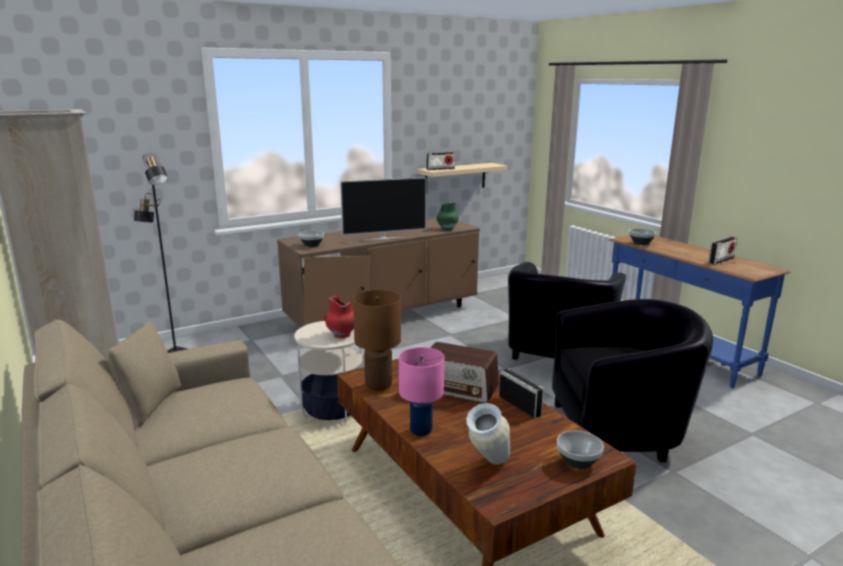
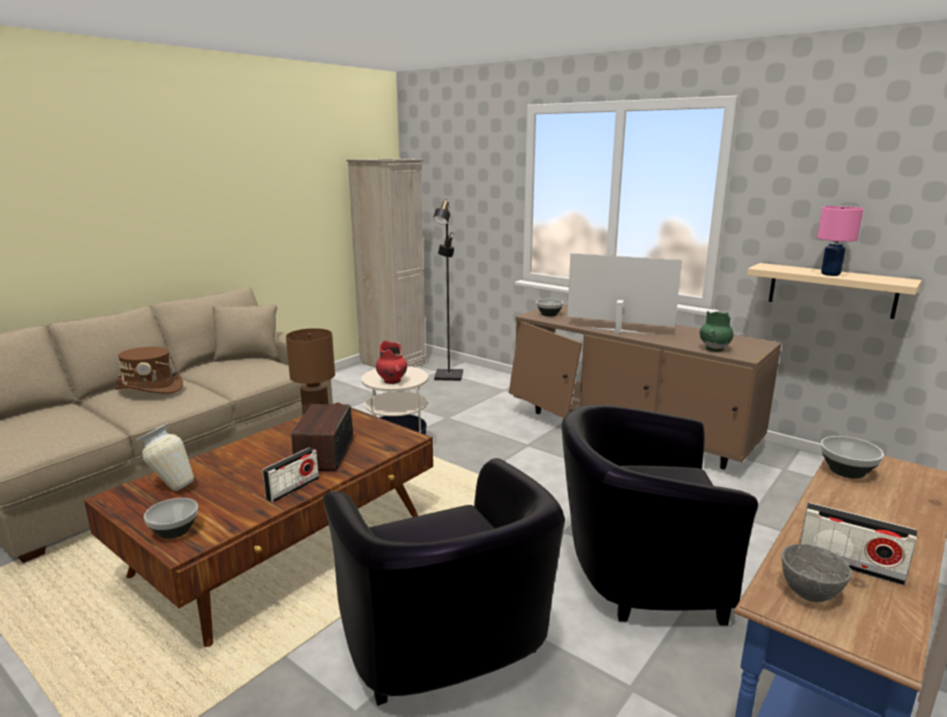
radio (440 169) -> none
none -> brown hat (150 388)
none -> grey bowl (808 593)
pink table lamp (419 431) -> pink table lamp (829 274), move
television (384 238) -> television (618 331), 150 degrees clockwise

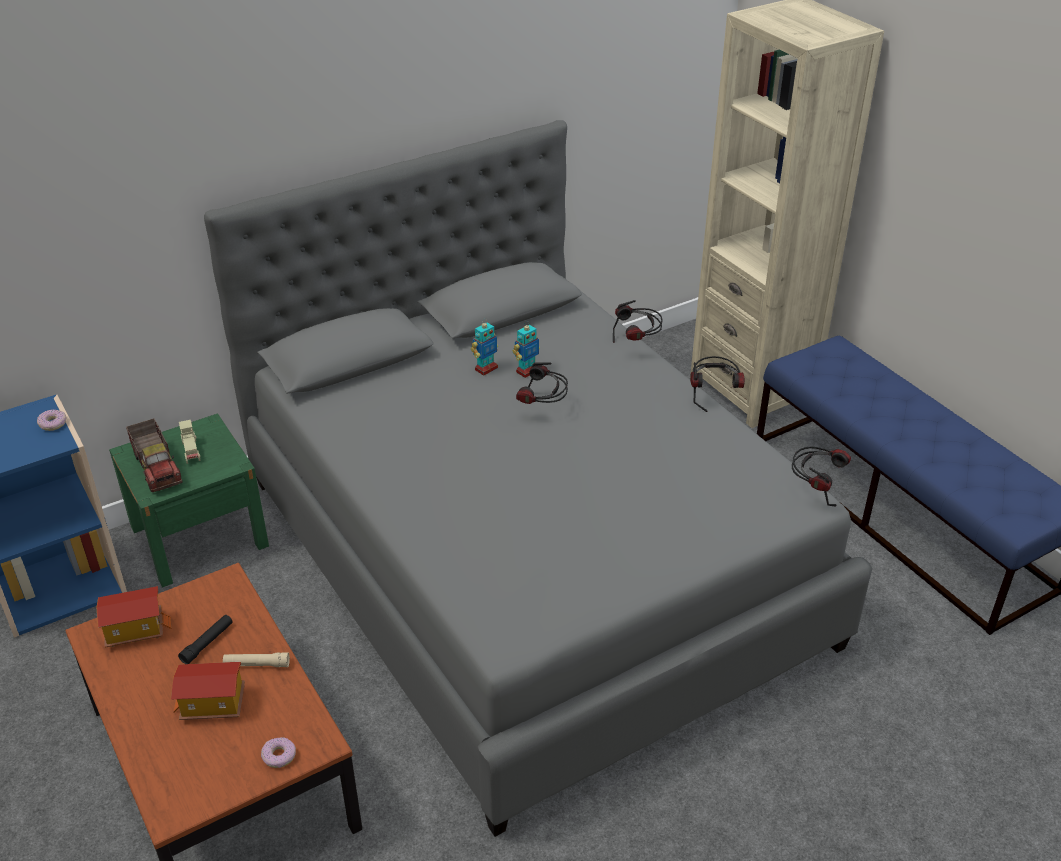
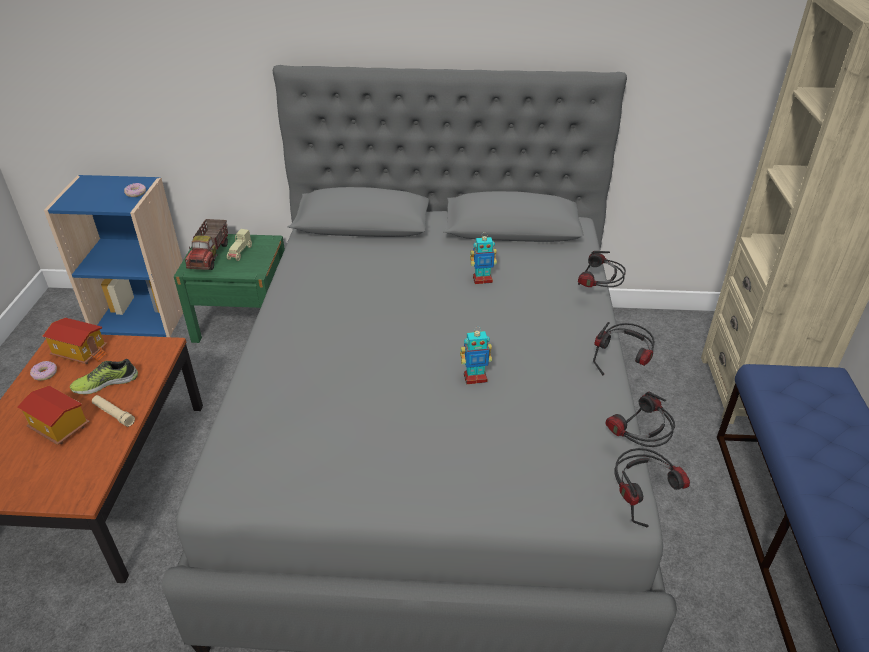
donut (279 756) -> donut (45 374), move
toy robot (486 369) -> toy robot (475 378), move
headphones (542 409) -> headphones (637 445), move
black flashlight (207 643) -> shoe (106 383)

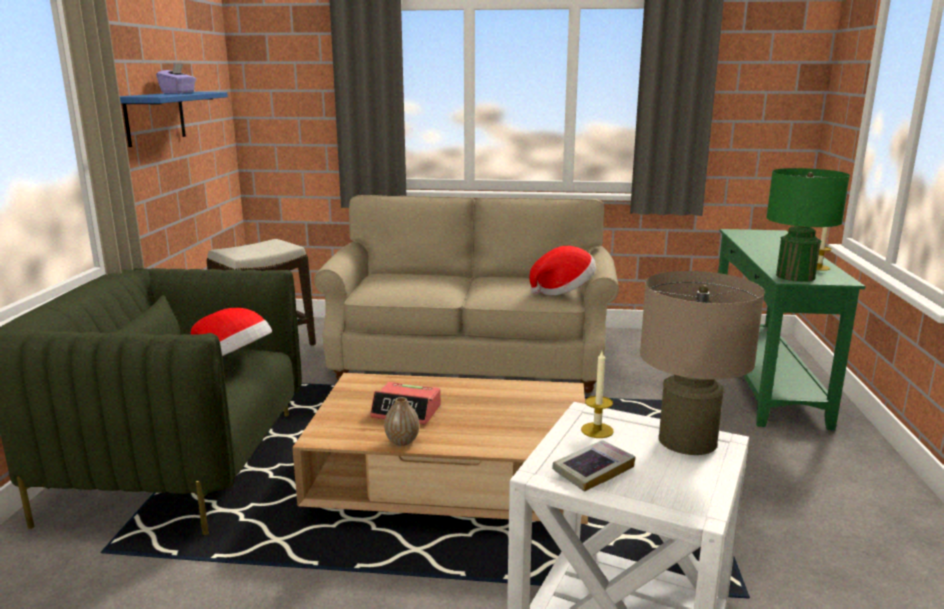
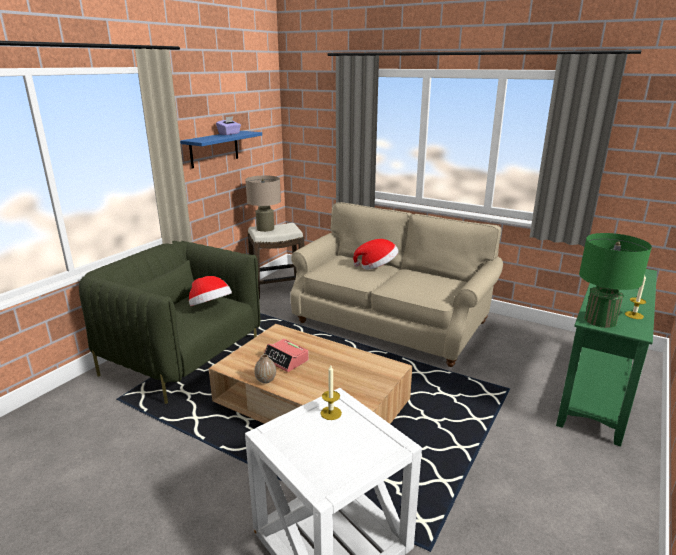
book (593 470) -> none
hat (563 290) -> hat (377 267), move
beige table lamp (688 440) -> beige table lamp (265 228), move

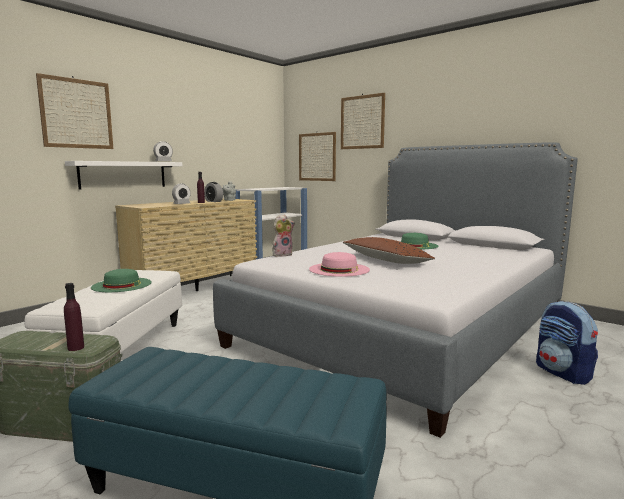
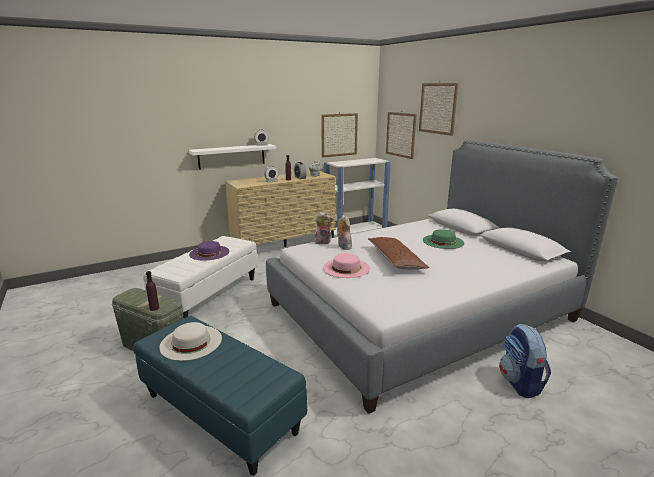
none -> white hat (191 342)
none -> plush toy (343 247)
picture (76 112) -> picture (339 134), move
green hat (122 285) -> purple hat (209 252)

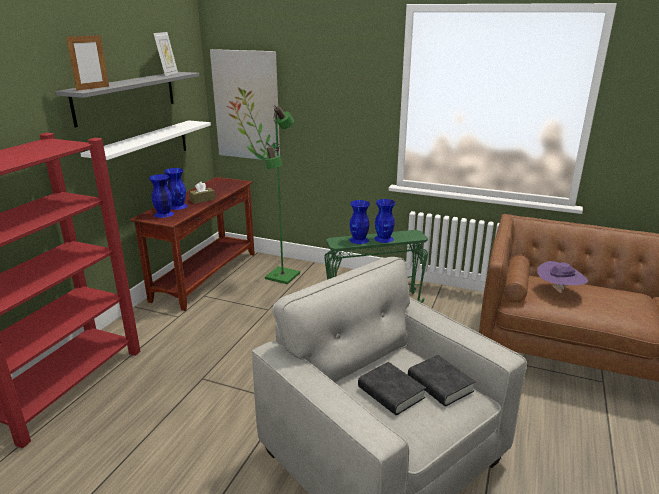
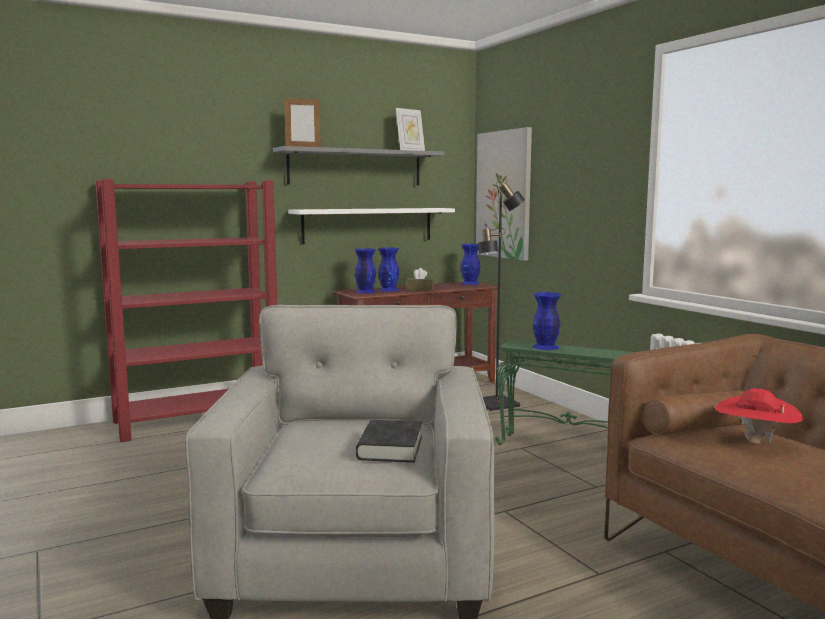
black book (391 392) -> none
blue vase (384 239) -> blue vase (470 283), move
green floor lamp (282 276) -> black floor lamp (496 404)
purple hat (558 291) -> red hat (755 442)

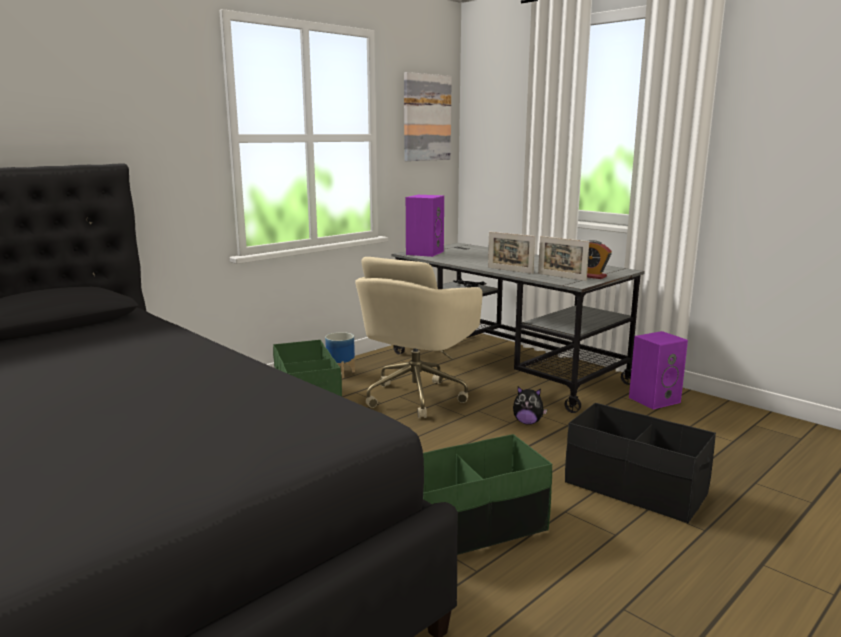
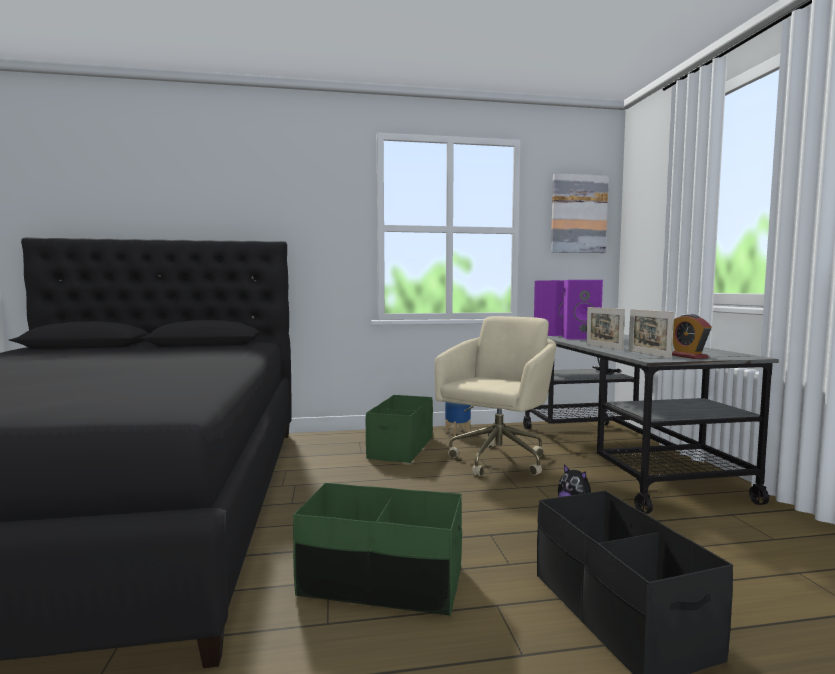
purple speaker (654 399) -> purple speaker (581 338), move
beige office chair (418 396) -> beige office chair (496 462), 150 degrees clockwise

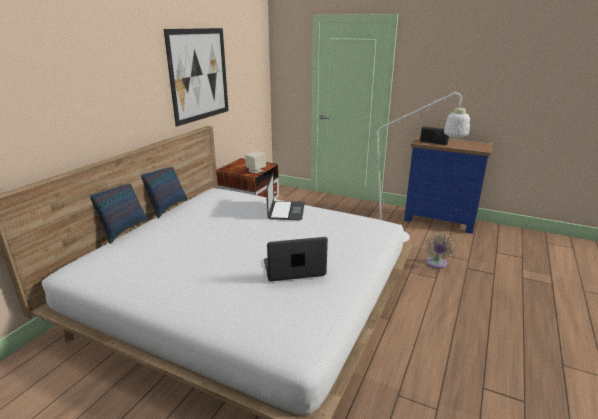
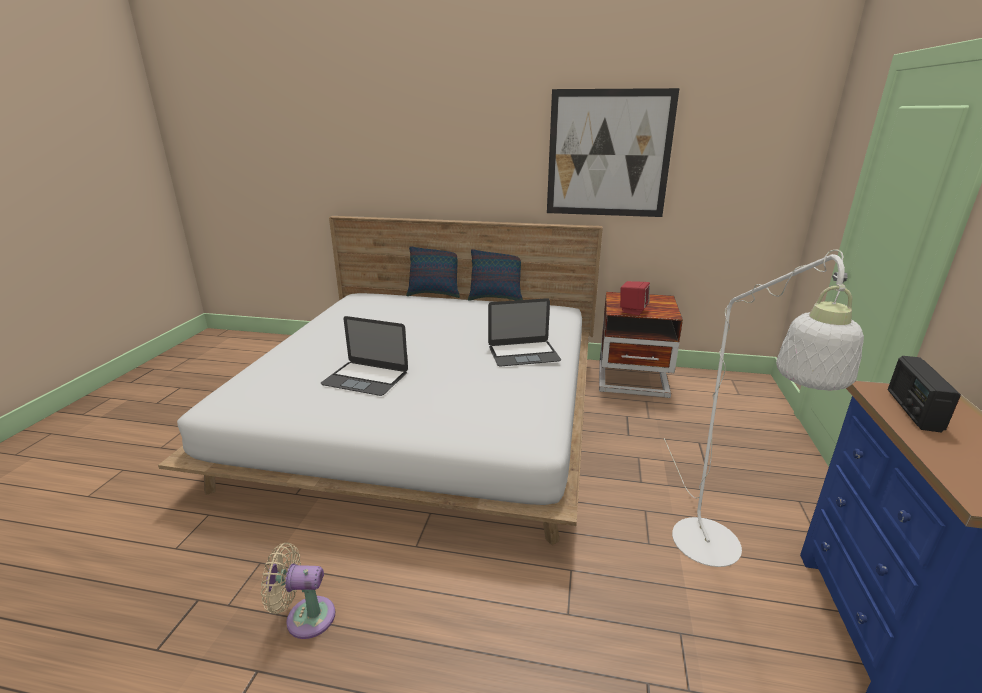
beige fan (436 264) -> beige fan (305 617), move
beige speaker (255 170) -> red speaker (632 311)
laptop (294 268) -> laptop (365 378), 135 degrees clockwise

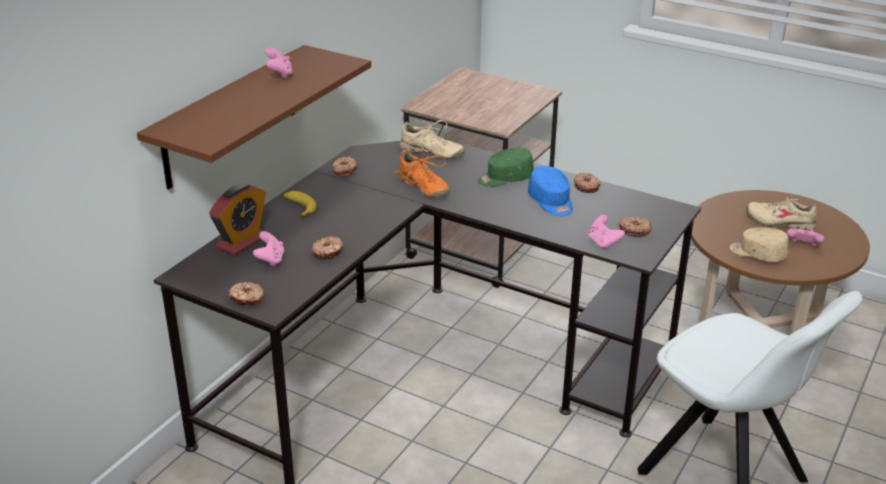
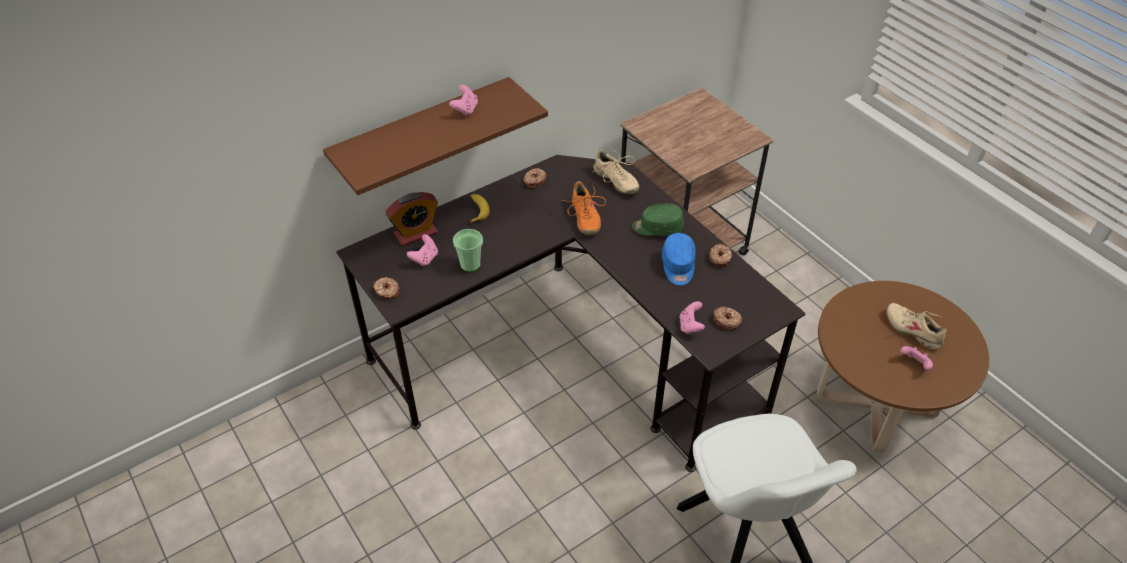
beige cap (757 254) -> none
donut (328 252) -> cup (470 264)

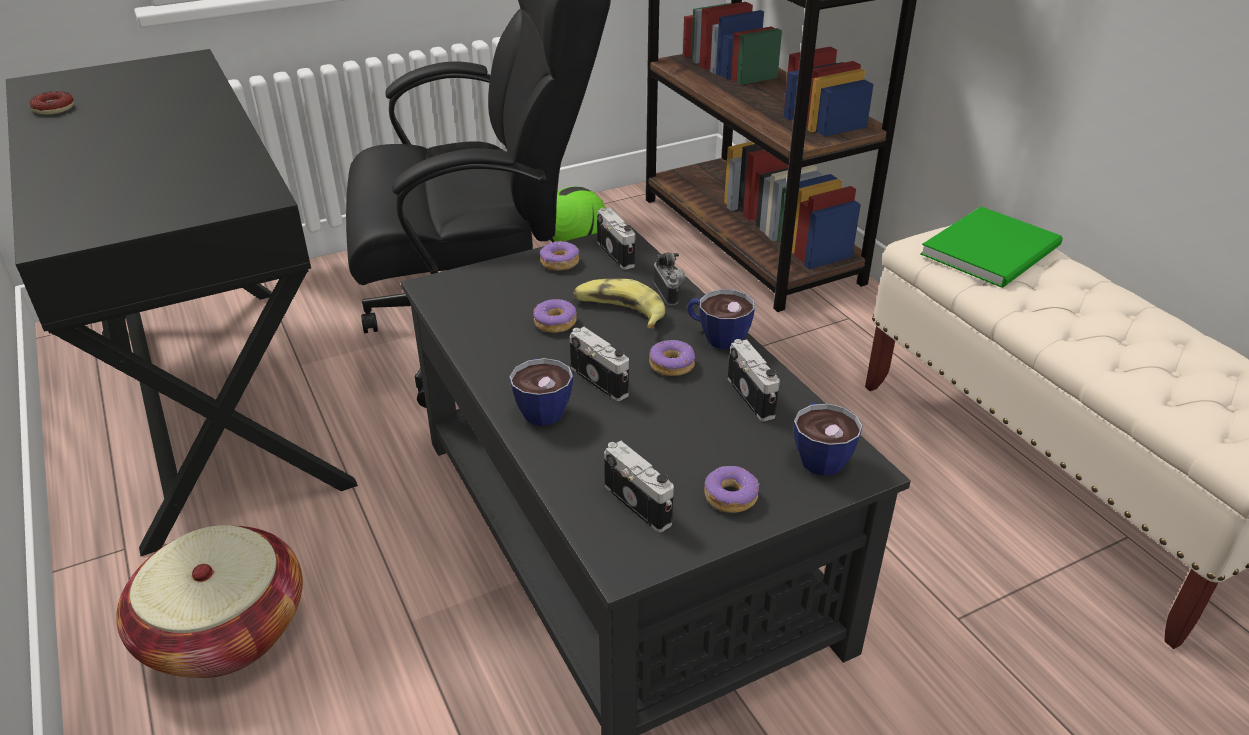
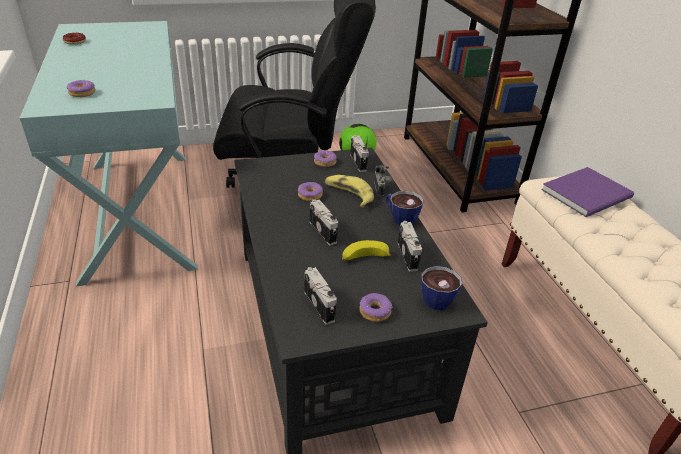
basket (225 630) -> none
cup (541 407) -> none
none -> banana (364 258)
donut (672 365) -> donut (82 93), move
black desk (214 402) -> turquoise desk (138 211)
green book (995 250) -> purple book (589 194)

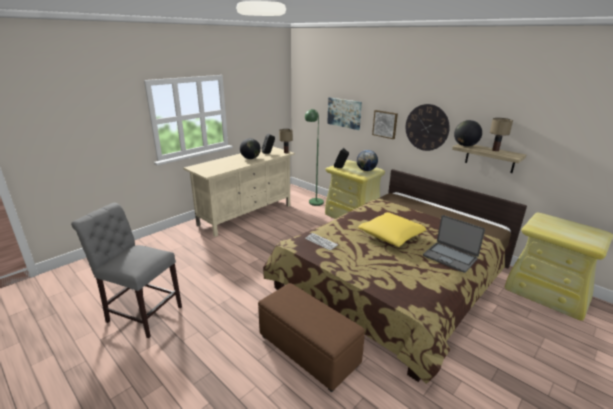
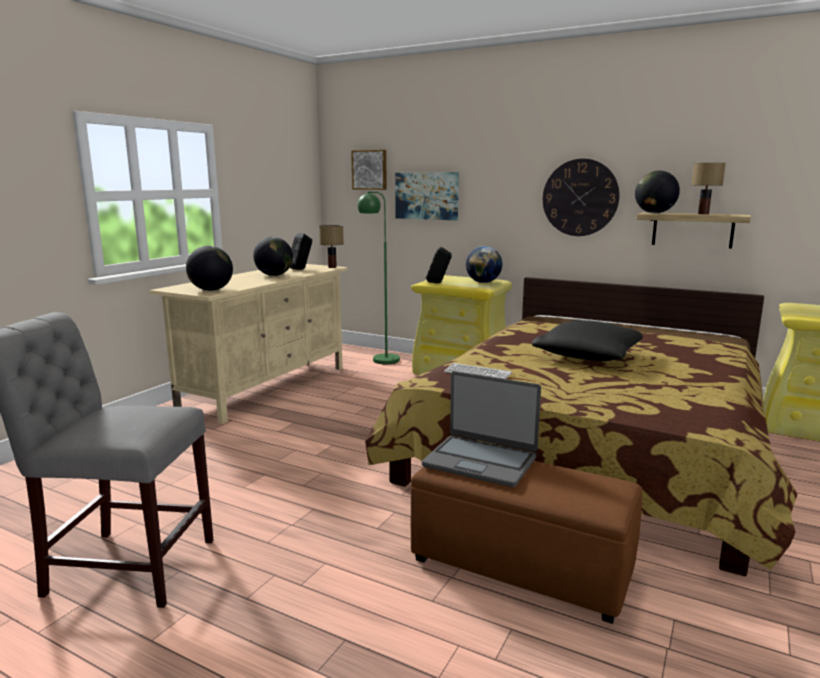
none -> globe (211 290)
picture (385 124) -> picture (370 170), move
laptop (450 257) -> laptop (480 461), move
yellow pillow (391 236) -> black pillow (587 356)

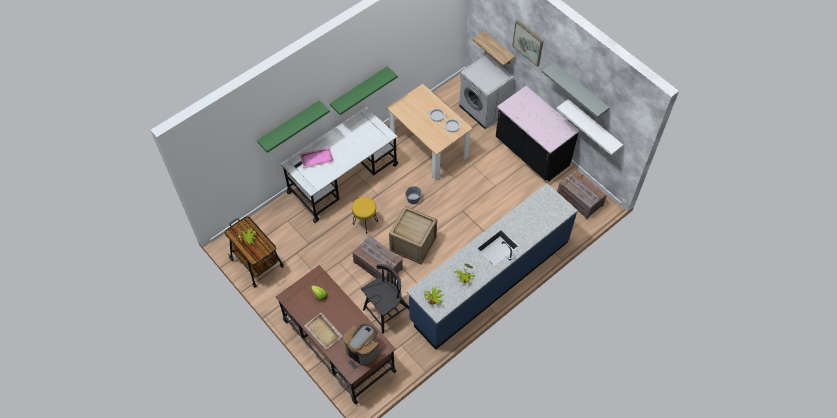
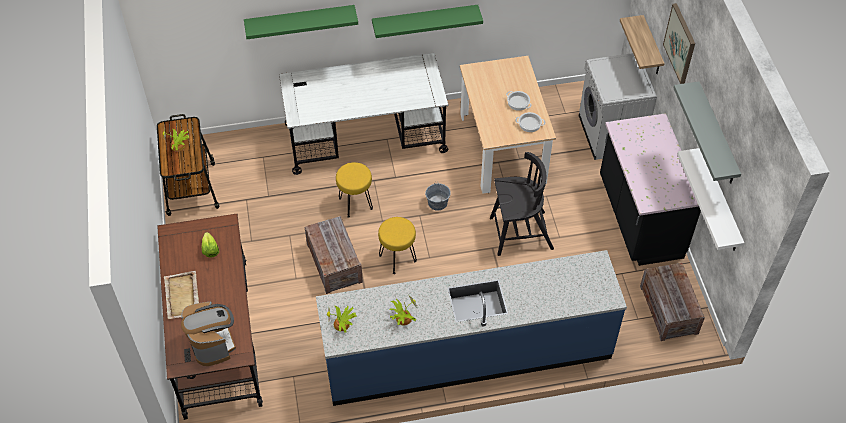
pink tray (316 158) -> none
black chair (387 311) -> black chair (519 233), move
crate (413 244) -> yellow stool (398 258)

